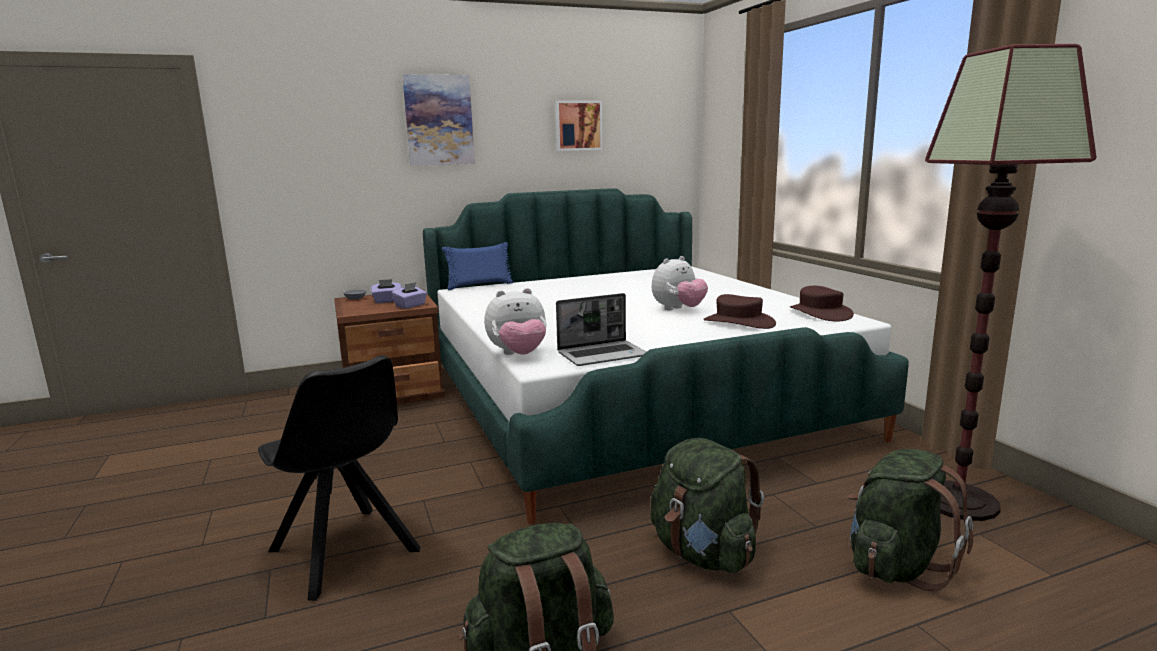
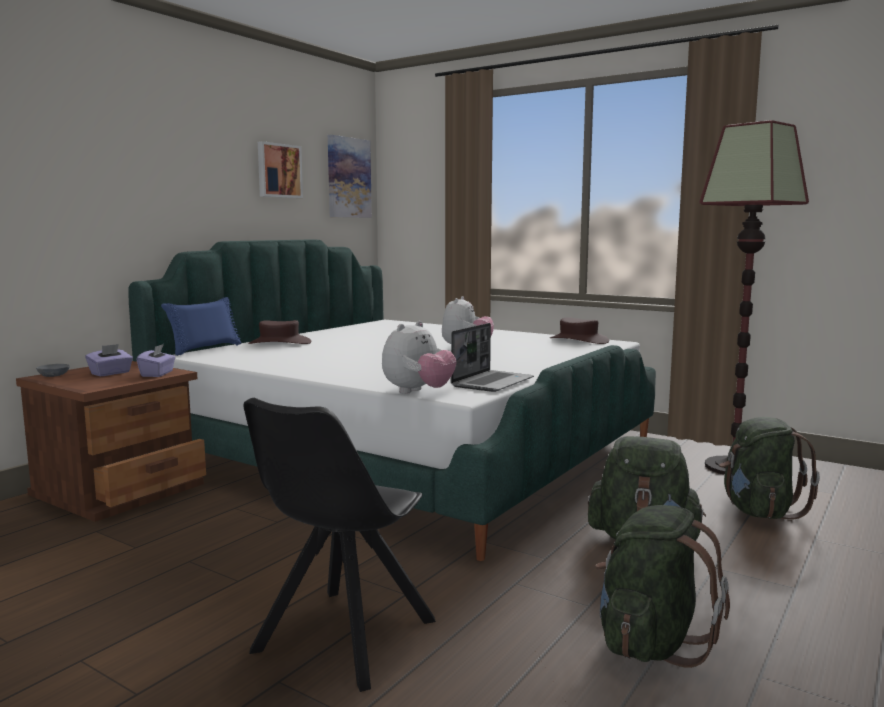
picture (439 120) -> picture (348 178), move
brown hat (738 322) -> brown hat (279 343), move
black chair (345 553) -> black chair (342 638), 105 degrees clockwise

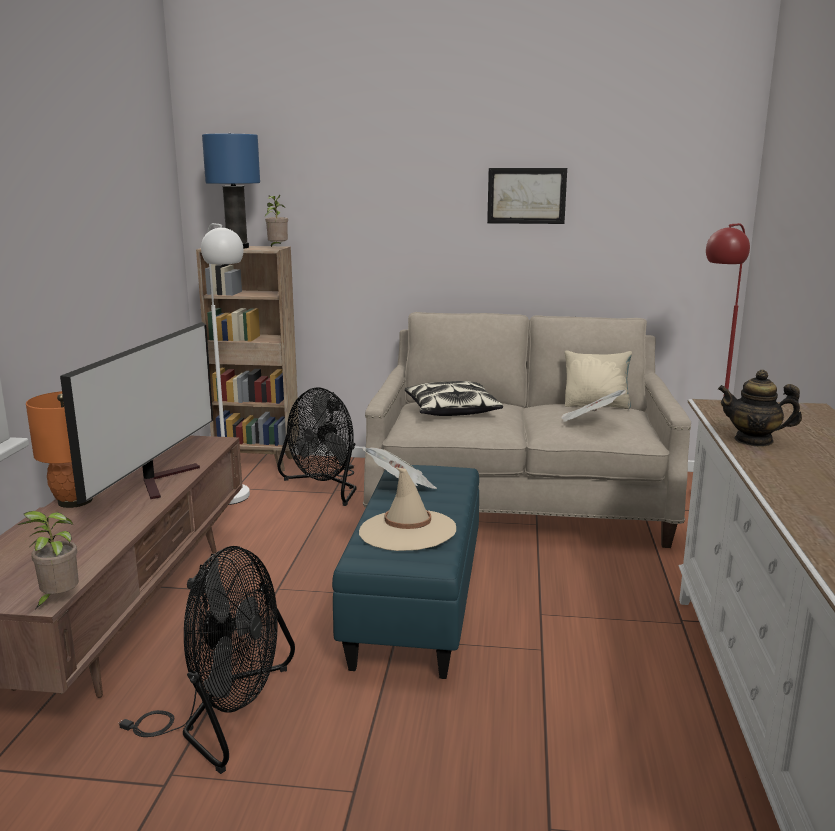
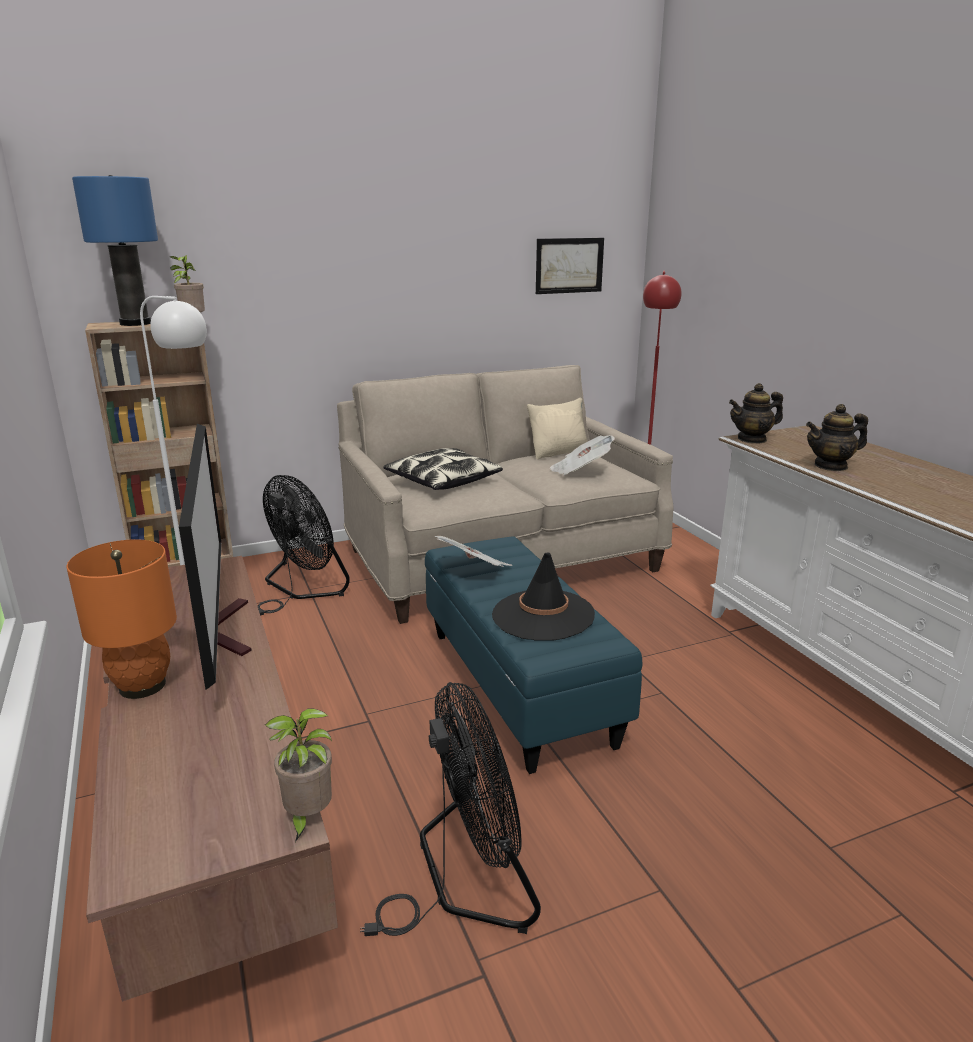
none -> teapot (752 439)
picture (526 196) -> picture (569 265), move
beige hat (407 531) -> black hat (543 615)
black fan (326 486) -> black fan (296 587), 150 degrees counterclockwise

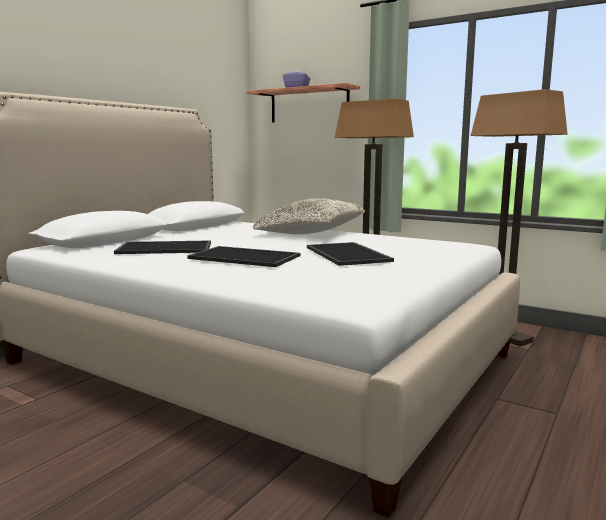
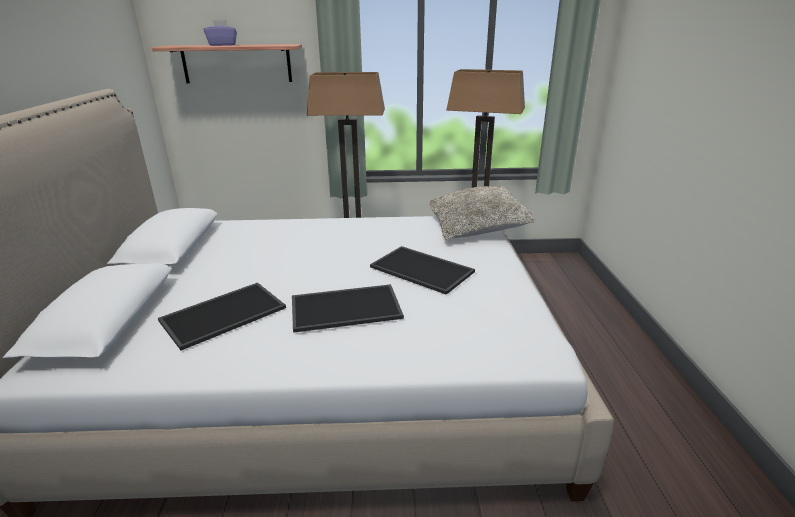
beige pillow (310 233) -> beige pillow (476 226), move

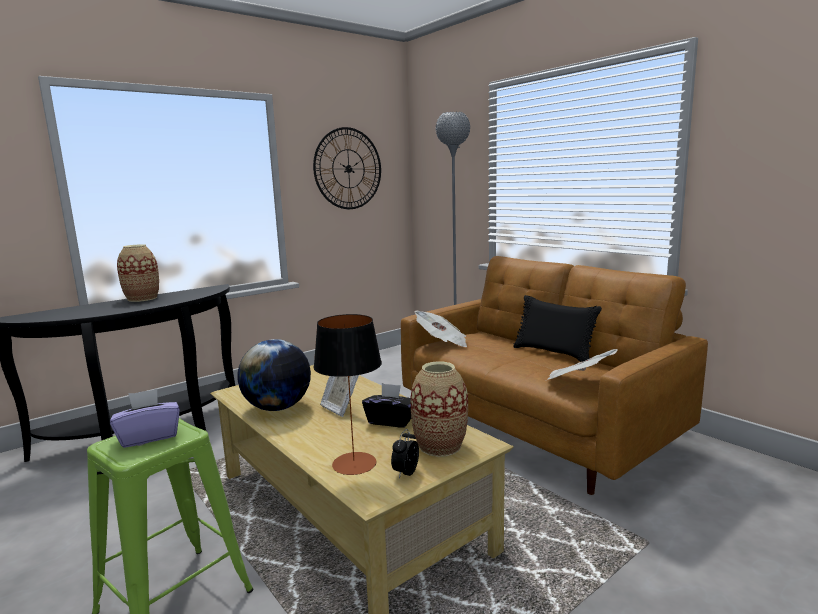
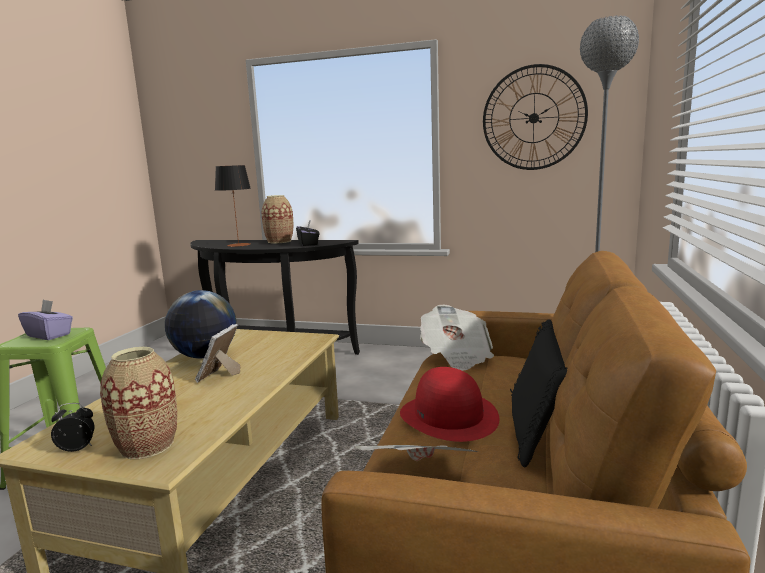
none -> red hat (449 416)
table lamp (354 463) -> table lamp (238 245), move
black tissue box (390 421) -> black tissue box (308 244), move

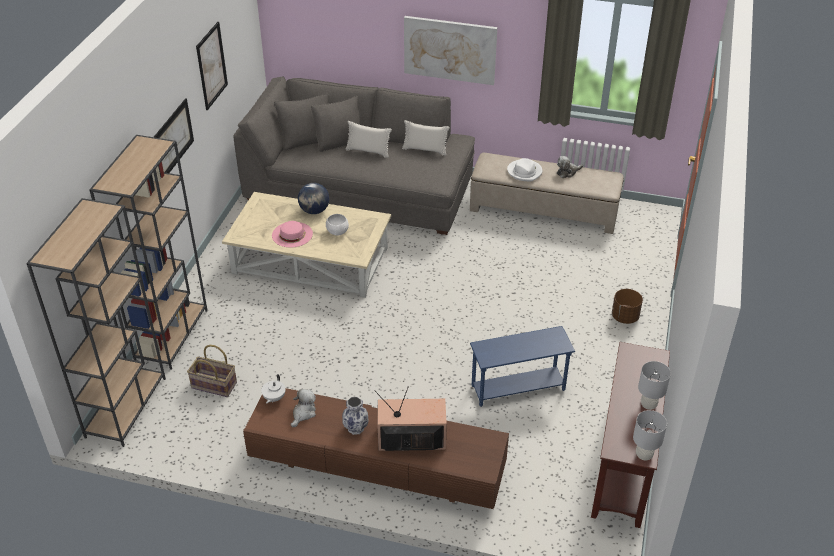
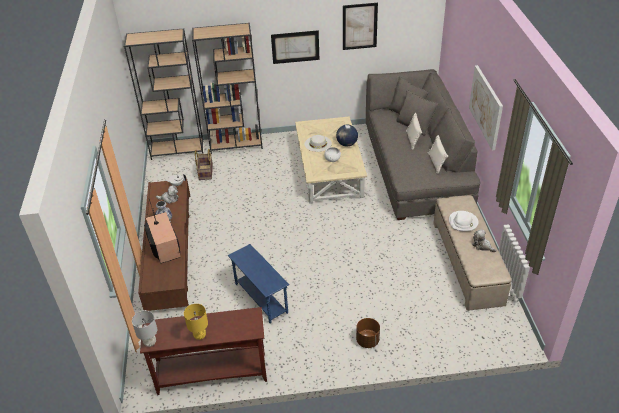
pink hat (292 234) -> white hat (318 143)
grey table lamp (648 405) -> yellow table lamp (200 336)

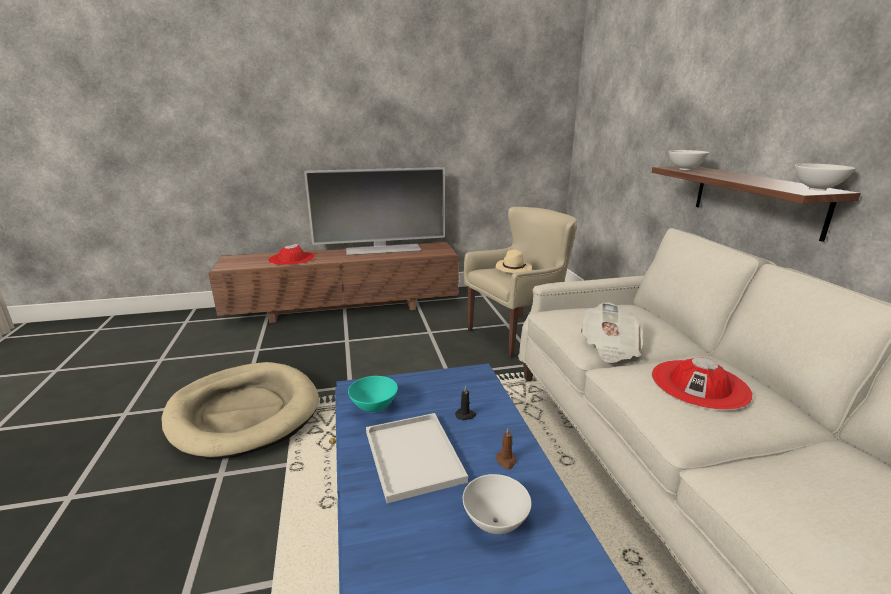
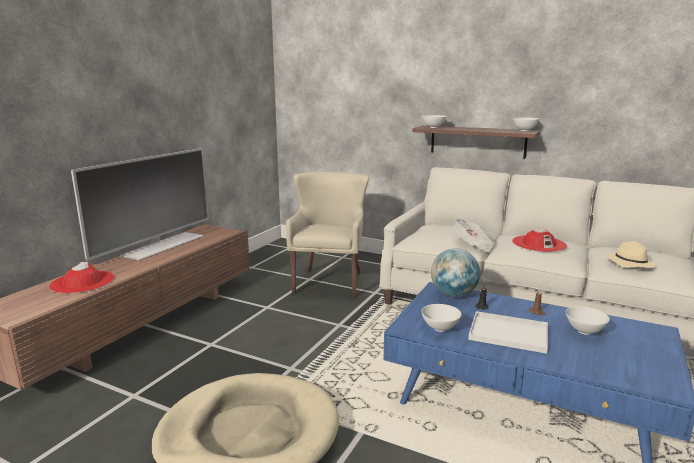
none -> globe (453 294)
beige hat (513 269) -> beige hat (629 263), move
turquoise bowl (374 407) -> white bowl (439 328)

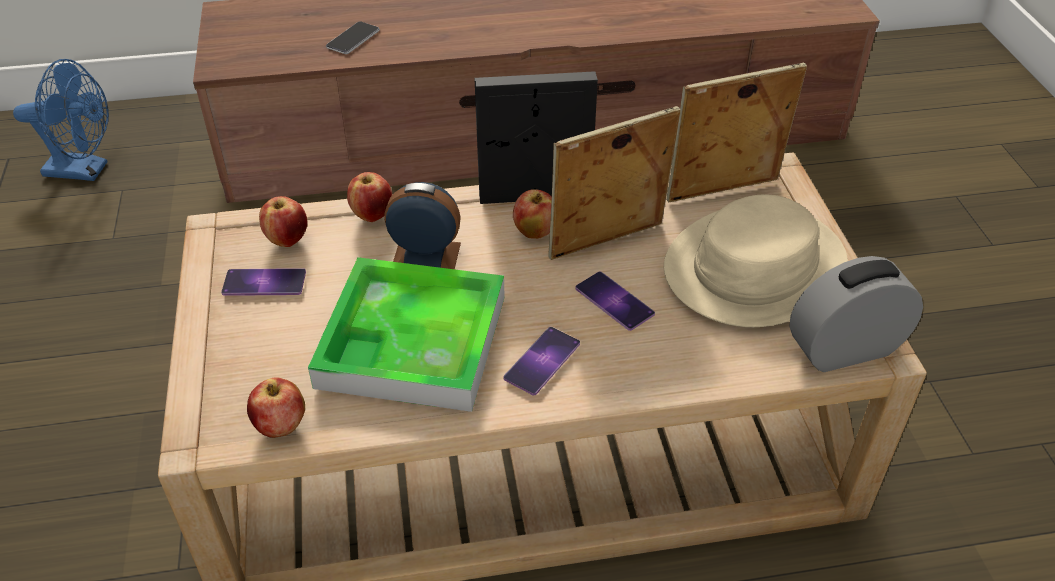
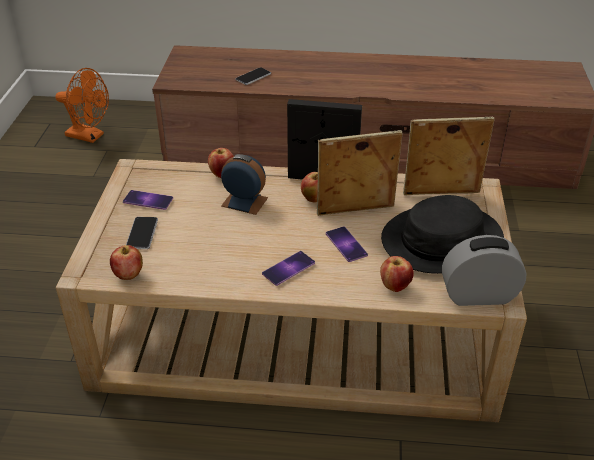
tray (412 341) -> none
none -> phone (142 233)
apple (287 239) -> apple (395 286), move
blue fan (85 170) -> orange fan (90 136)
beige hat (755 267) -> black hat (442 240)

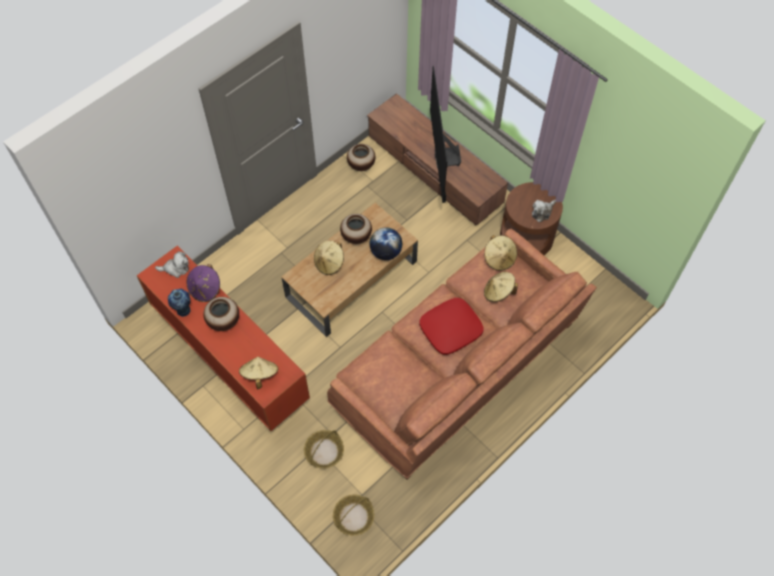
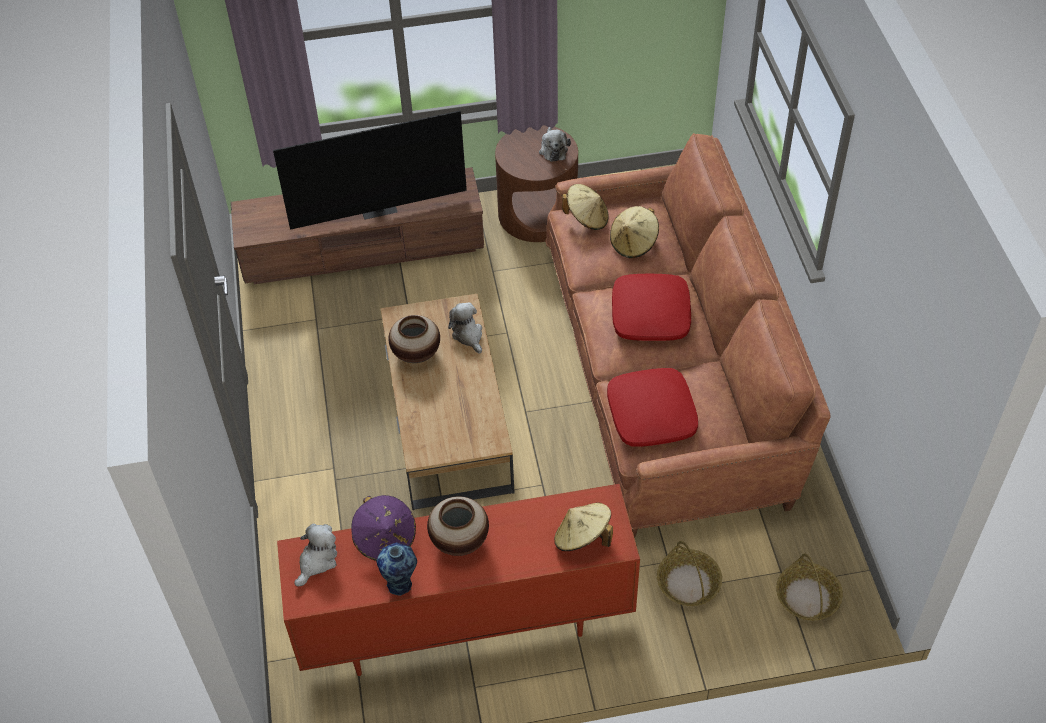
beige hat (329 263) -> none
vase (361 165) -> none
none -> red pillow (652 415)
globe (386 252) -> plush toy (468 335)
television (443 158) -> television (378 208), 45 degrees counterclockwise

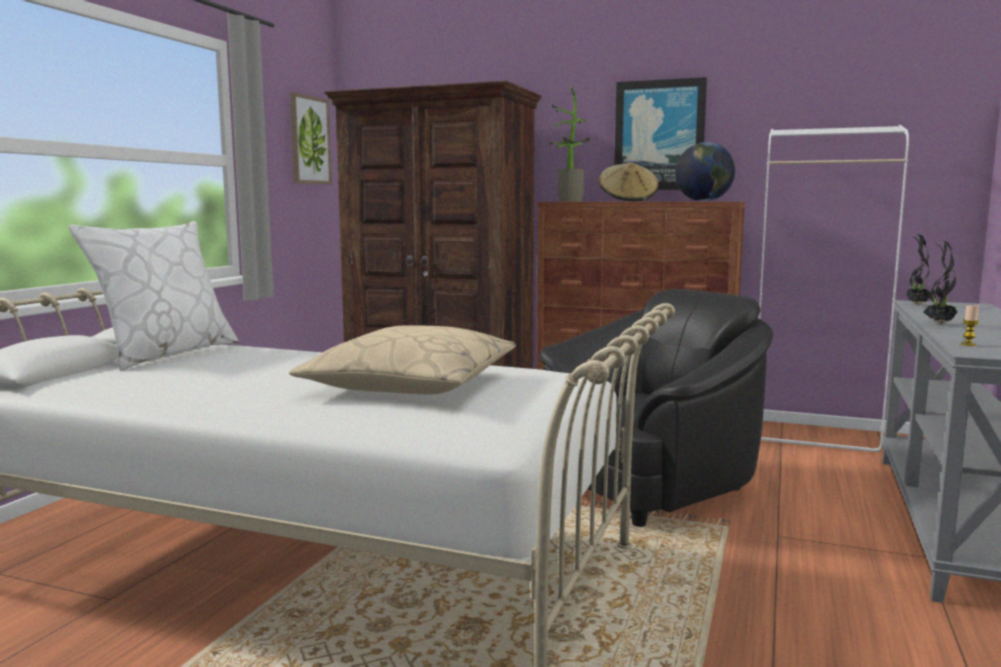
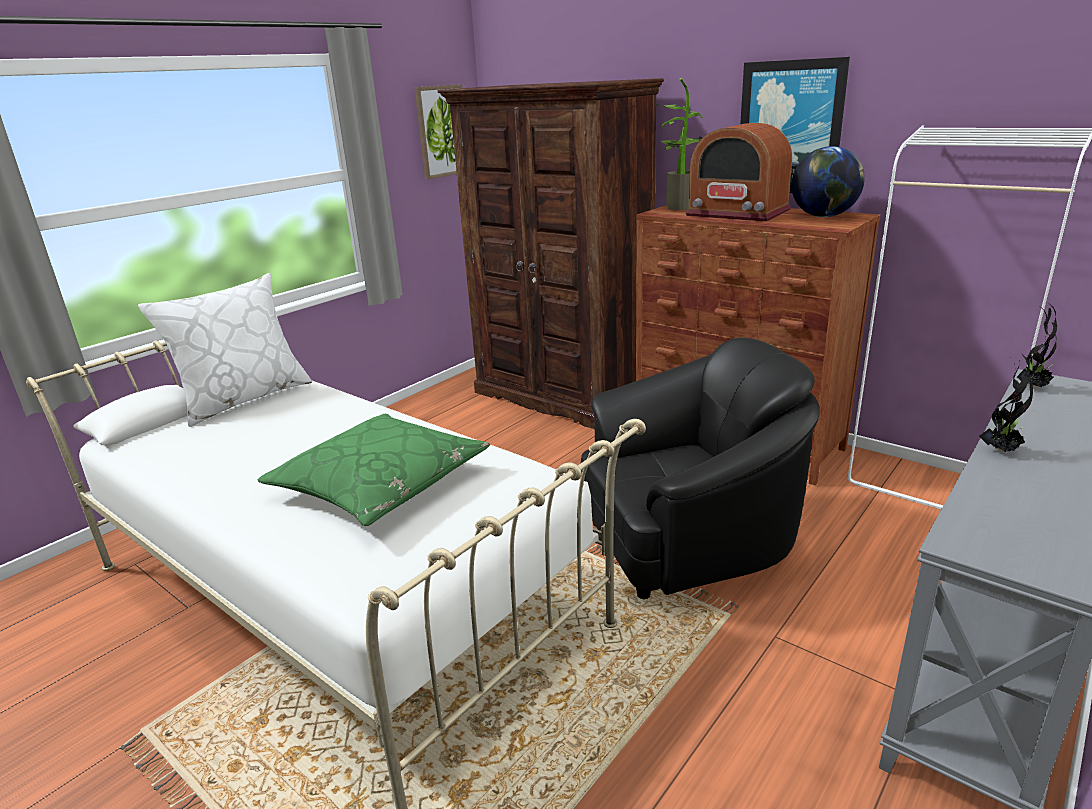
candle (968 344) -> none
beige hat (628 201) -> radio (737 213)
beige pillow (412 384) -> green pillow (380 483)

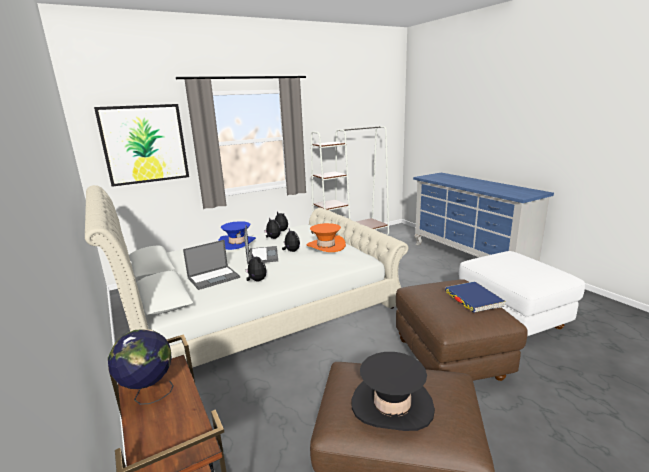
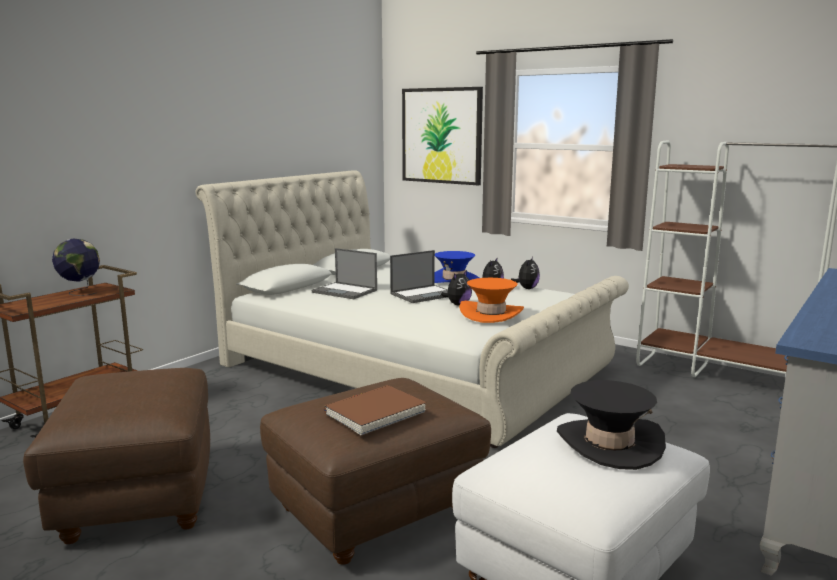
plush toy (256 280) -> none
black hat (392 405) -> black hat (609 444), move
blue book (473 299) -> brown book (375 413)

